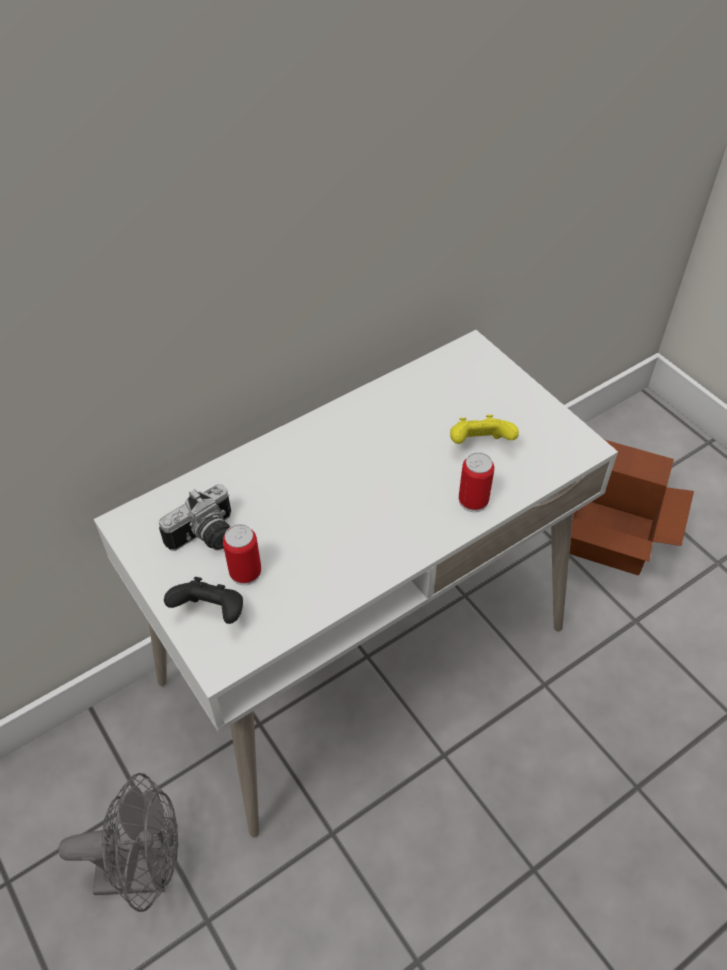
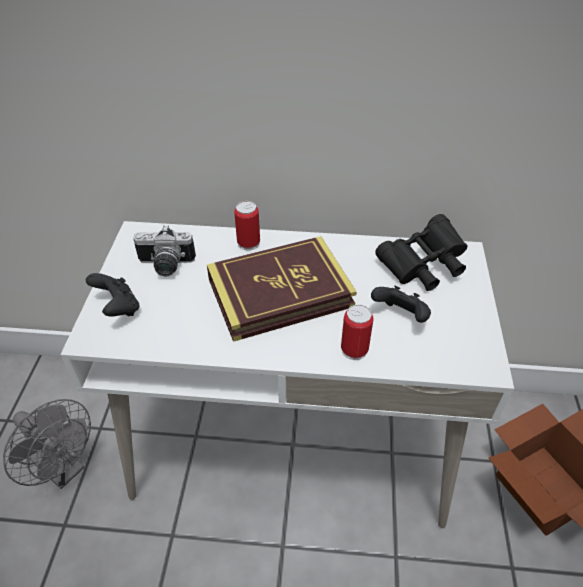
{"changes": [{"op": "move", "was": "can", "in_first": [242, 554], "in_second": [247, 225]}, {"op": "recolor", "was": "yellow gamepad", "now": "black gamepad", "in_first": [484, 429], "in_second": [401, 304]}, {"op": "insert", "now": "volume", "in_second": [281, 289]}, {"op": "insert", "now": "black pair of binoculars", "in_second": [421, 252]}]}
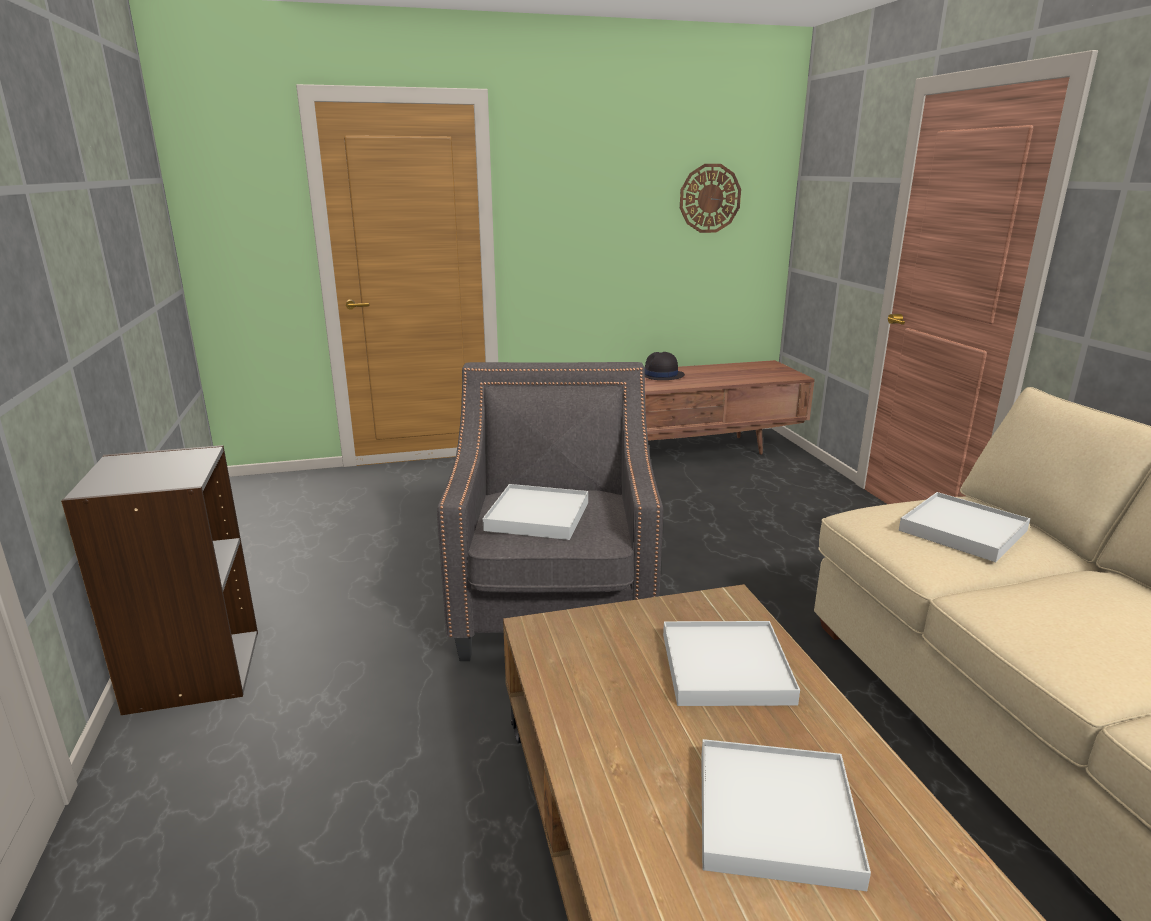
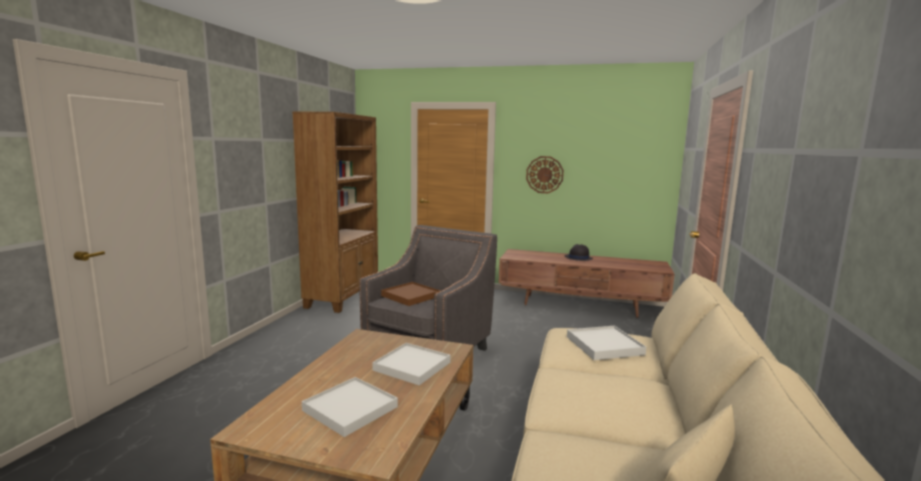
{"changes": [{"op": "delete", "was": "grey bookcase", "in_first": [159, 580]}, {"op": "recolor", "was": "white carrying tray", "now": "brown-coloured carrying tray", "in_first": [535, 512], "in_second": [410, 294]}, {"op": "move", "was": "hanging clock", "in_first": [710, 198], "in_second": [545, 174]}, {"op": "insert", "now": "brown-coloured bookcase", "in_second": [335, 212]}]}
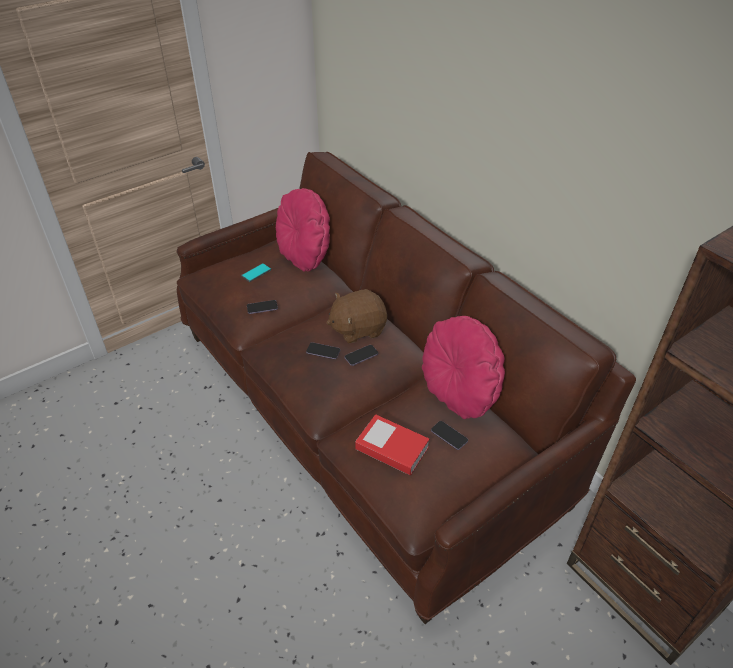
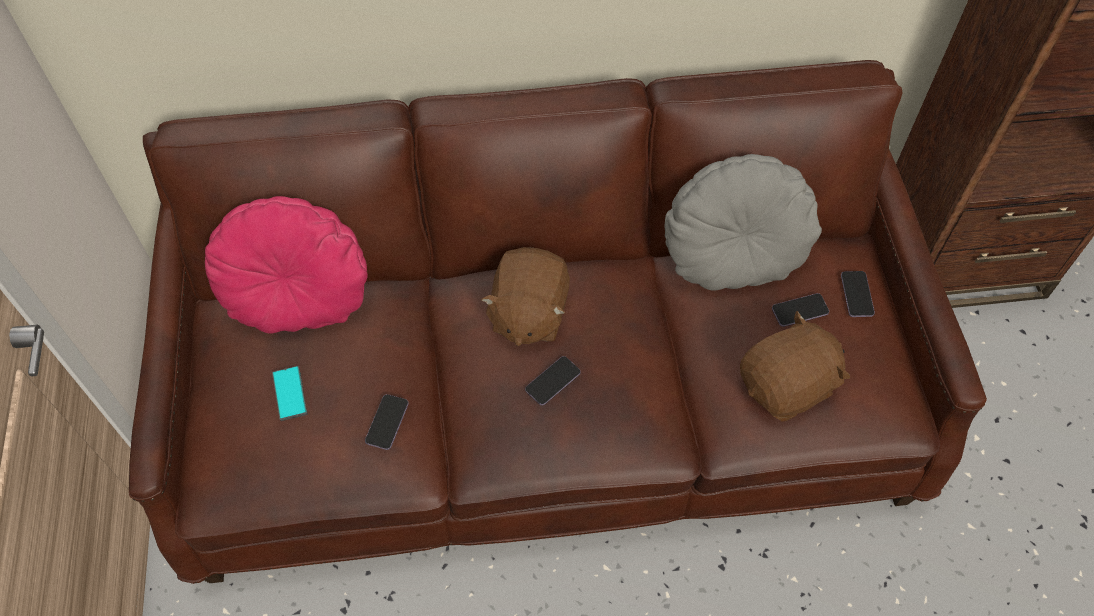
{"changes": [{"op": "move", "was": "telephone", "in_first": [361, 355], "in_second": [858, 294]}, {"op": "replace", "was": "volume", "now": "brown-coloured soft toy", "in_first": [392, 444], "in_second": [795, 366]}, {"op": "recolor", "was": "pink cushion", "now": "grey cushion", "in_first": [463, 367], "in_second": [743, 222]}]}
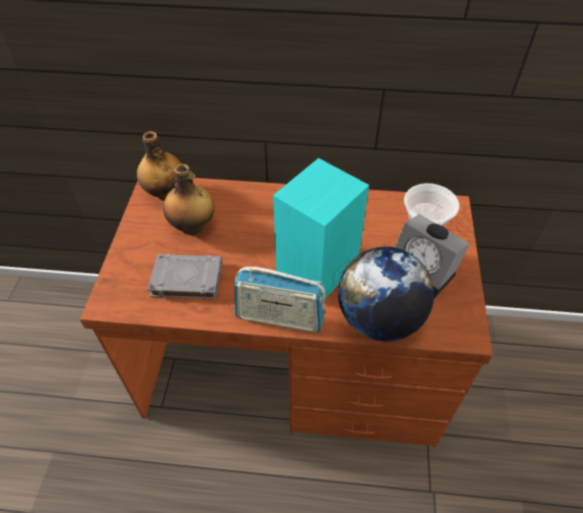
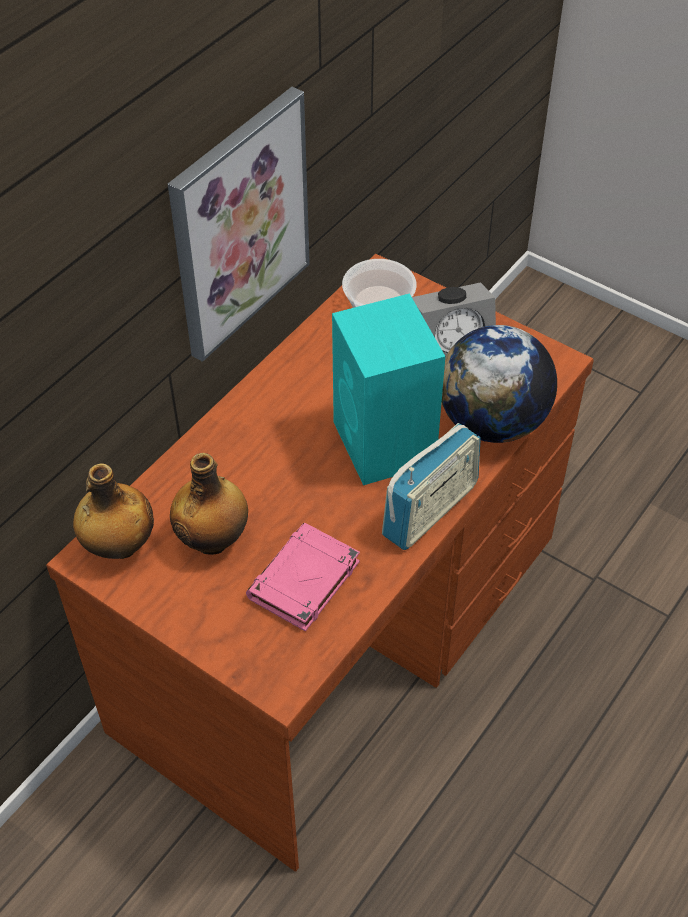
{"changes": [{"op": "recolor", "was": "grey volume", "now": "pink volume", "in_first": [185, 277], "in_second": [303, 577]}, {"op": "insert", "now": "wall art", "in_second": [239, 224]}]}
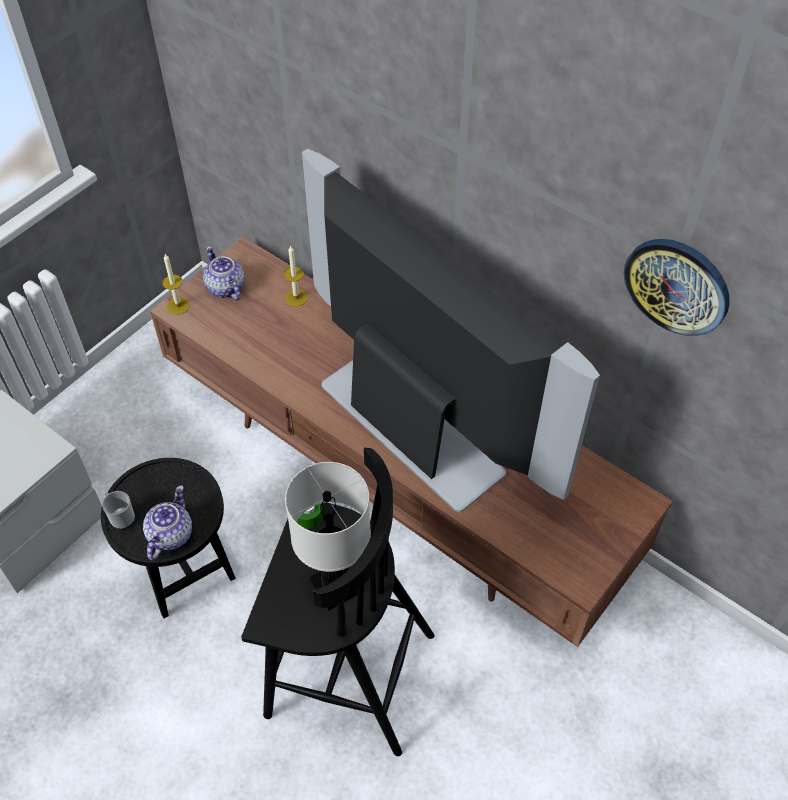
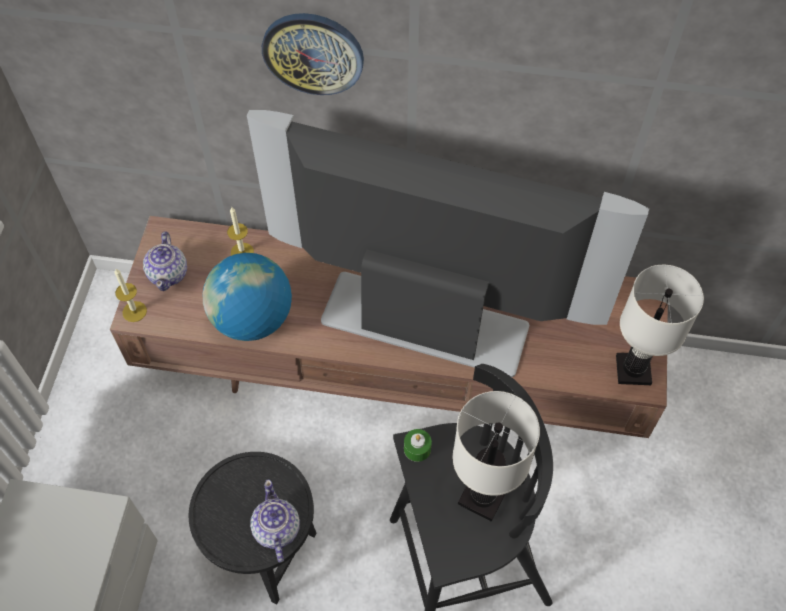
{"changes": [{"op": "delete", "was": "coffee mug", "in_first": [118, 510]}, {"op": "rotate", "was": "pot for tea", "in_first": [224, 273], "in_second": [165, 261], "clockwise": -120}, {"op": "move", "was": "hanging clock", "in_first": [677, 287], "in_second": [313, 54]}, {"op": "insert", "now": "world globe", "in_second": [247, 297]}, {"op": "insert", "now": "white lamp for a table", "in_second": [660, 325]}]}
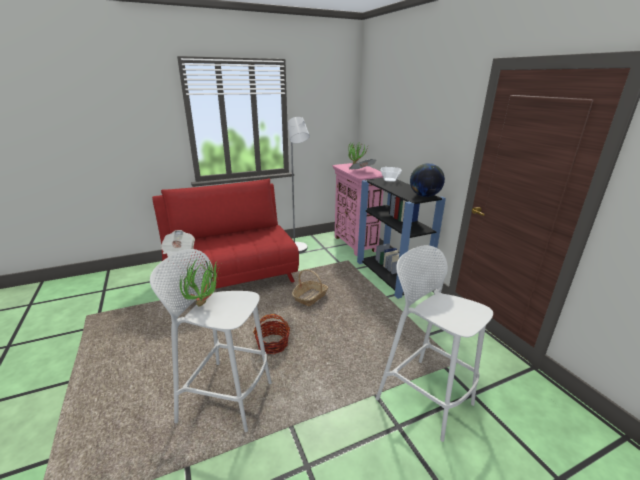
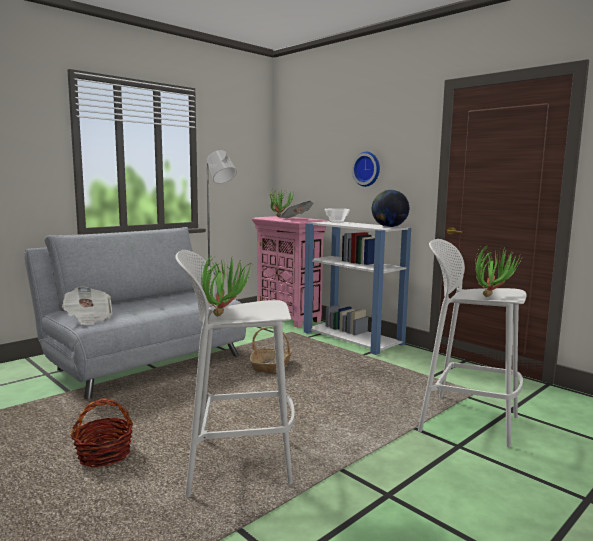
{"changes": [{"op": "recolor", "was": "reddish sofa", "now": "grey sofa", "in_first": [225, 233], "in_second": [135, 313]}, {"op": "move", "was": "storage basket", "in_first": [271, 334], "in_second": [101, 433]}, {"op": "recolor", "was": "black bookcase", "now": "white bookcase", "in_first": [401, 238], "in_second": [357, 288]}, {"op": "insert", "now": "hanging clock", "in_second": [366, 169]}, {"op": "insert", "now": "houseplant", "in_second": [498, 270]}]}
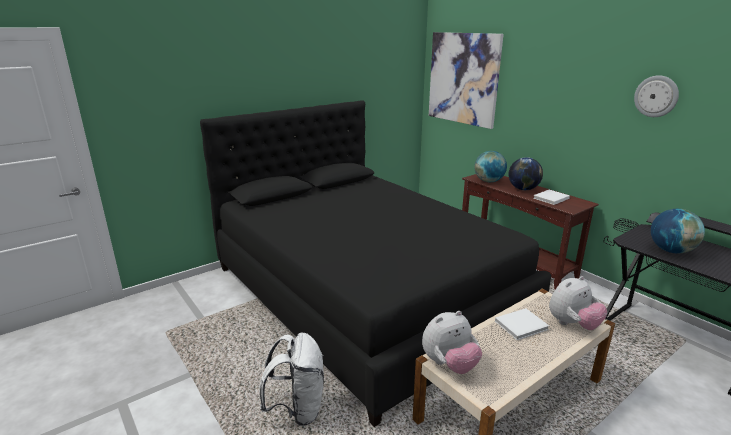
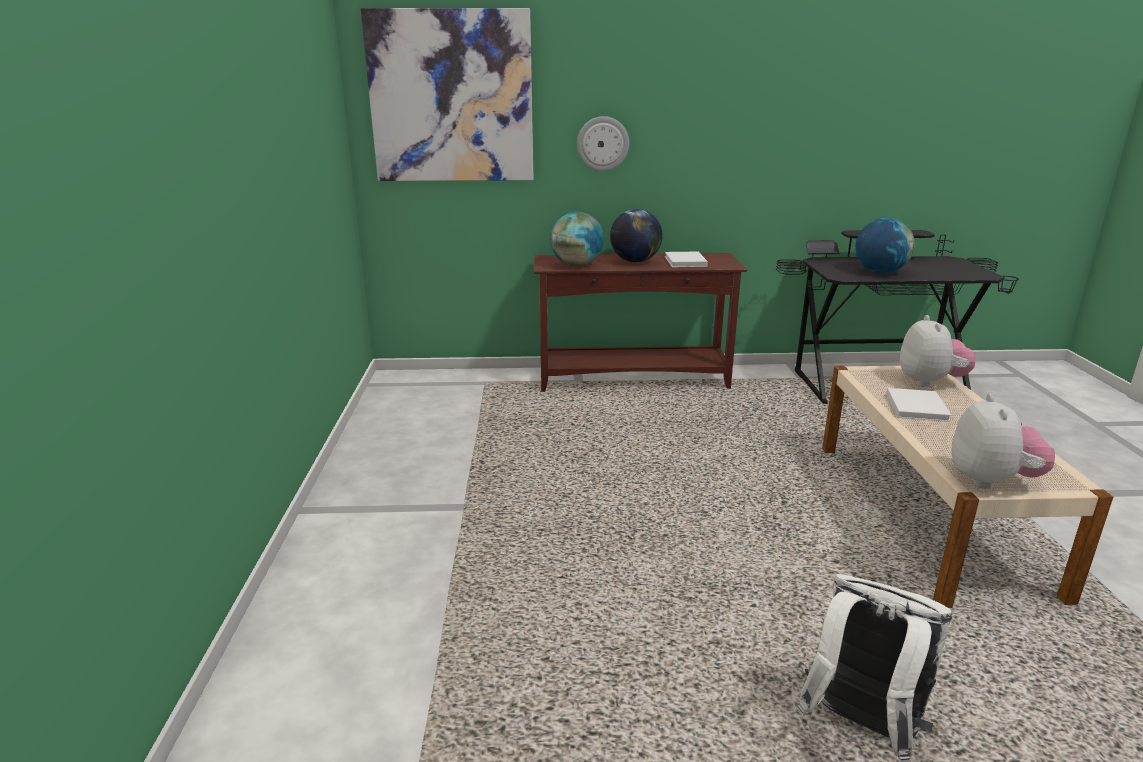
{"changes": [{"op": "delete", "was": "black bedroom bed", "in_first": [375, 263]}, {"op": "move", "was": "hanging clock", "in_first": [656, 96], "in_second": [603, 143]}]}
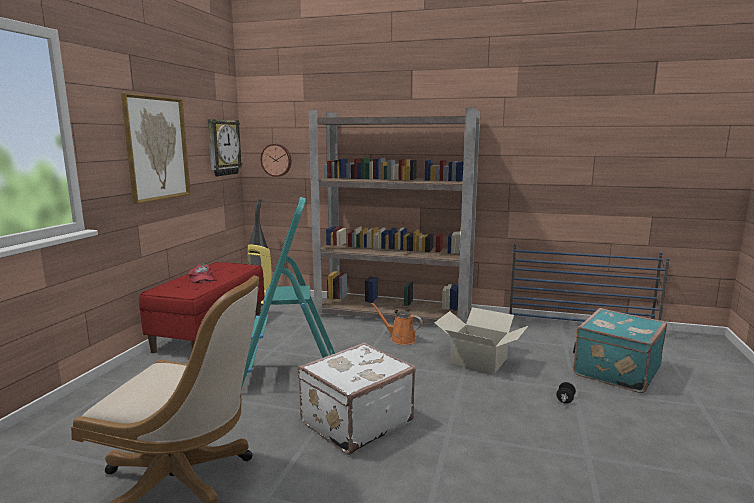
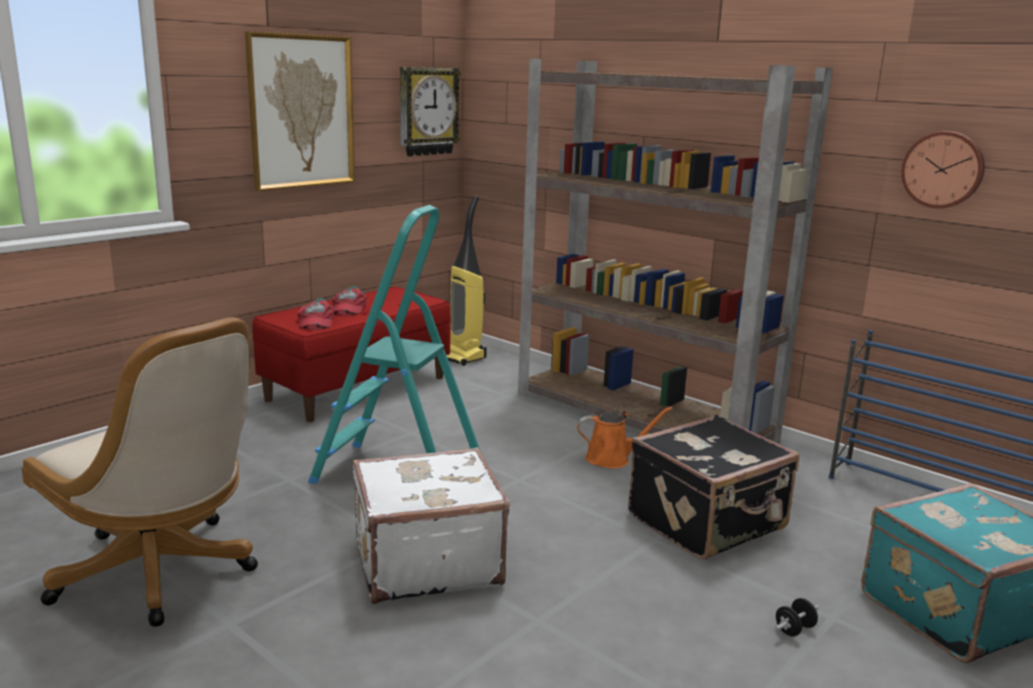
{"changes": [{"op": "move", "was": "hanging clock", "in_first": [276, 160], "in_second": [943, 169]}, {"op": "rotate", "was": "orangey sprinkling can", "in_first": [397, 324], "in_second": [625, 438], "clockwise": 120}, {"op": "replace", "was": "cardboard box", "now": "black suitcase", "in_first": [481, 340], "in_second": [713, 486]}, {"op": "insert", "now": "reddish cap", "in_second": [315, 314]}]}
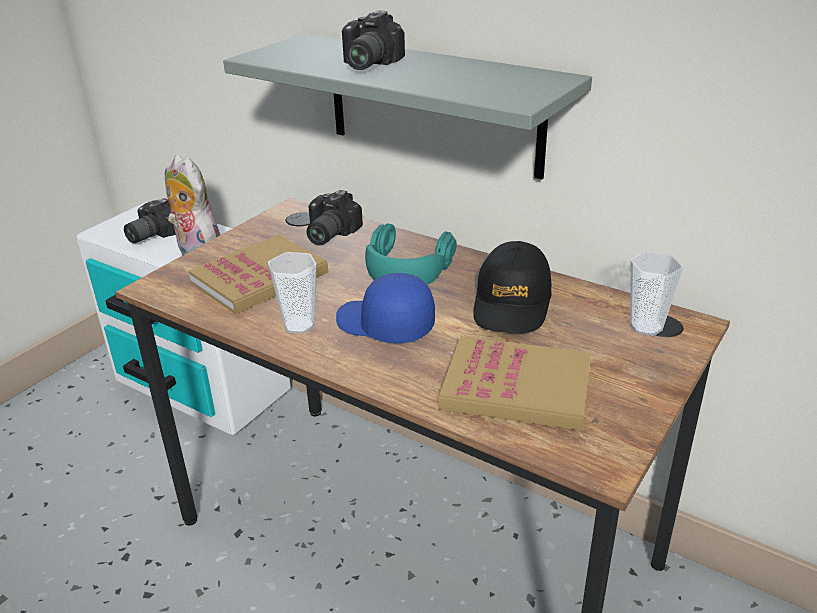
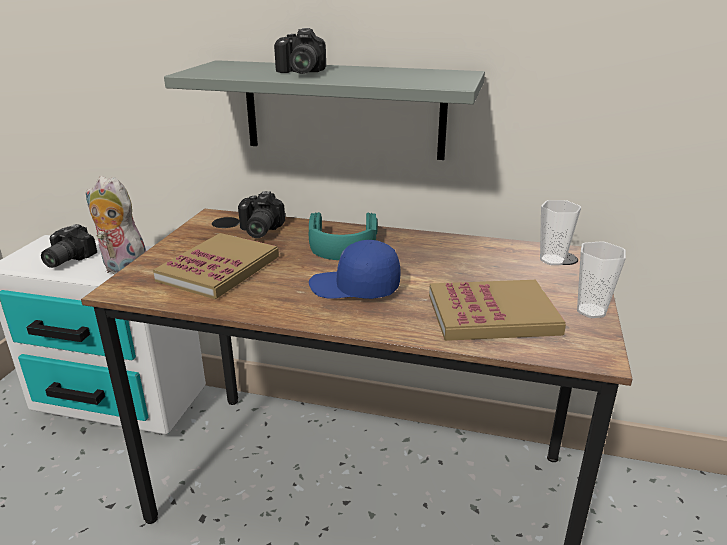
{"changes": [{"op": "move", "was": "cup", "in_first": [292, 293], "in_second": [601, 279]}, {"op": "delete", "was": "black cap", "in_first": [512, 287]}]}
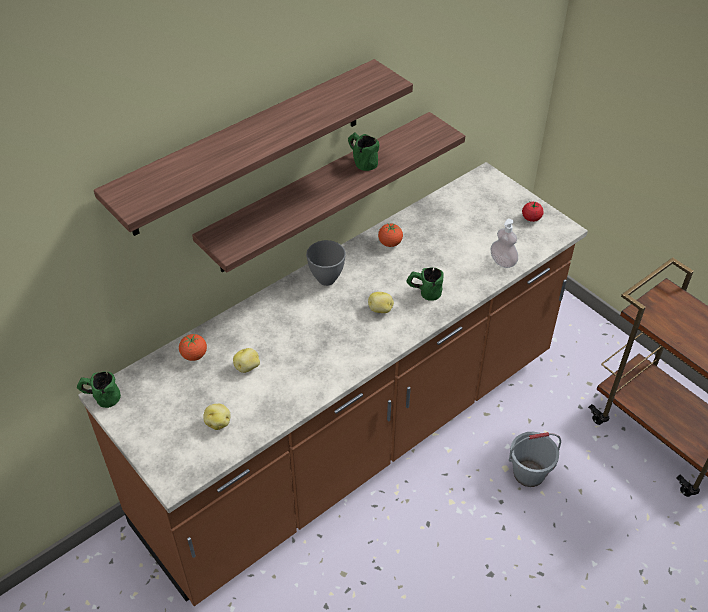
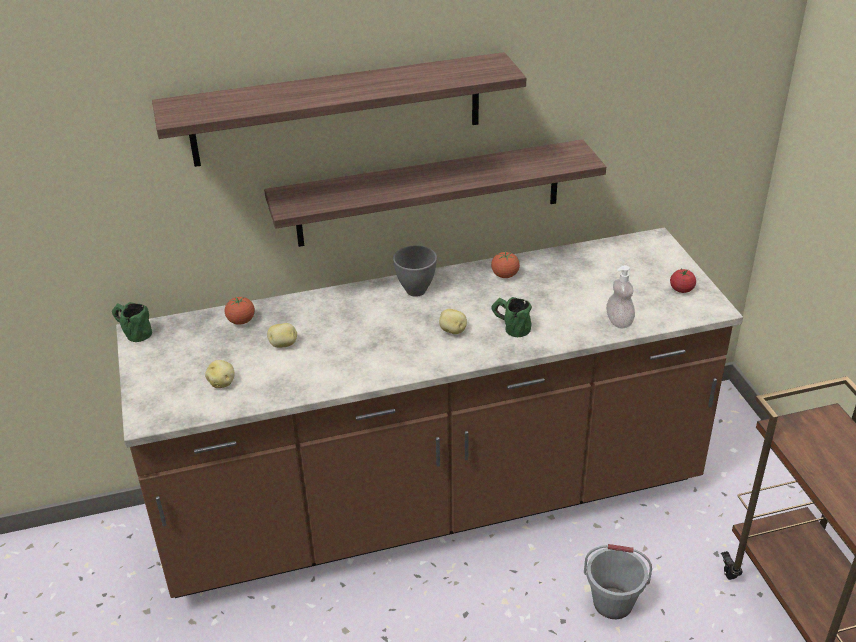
{"changes": [{"op": "delete", "was": "green coffee mug", "in_first": [363, 152]}]}
